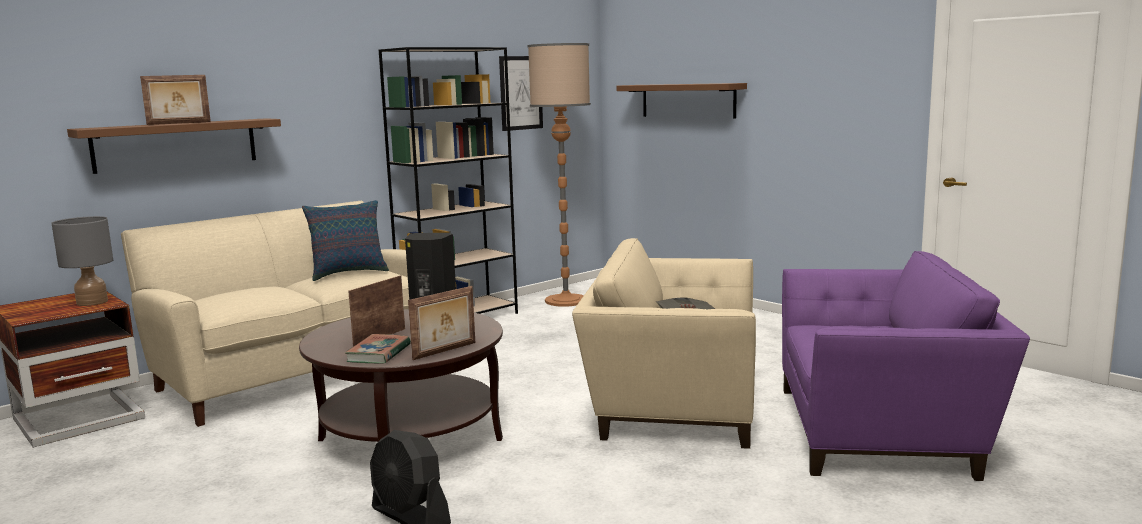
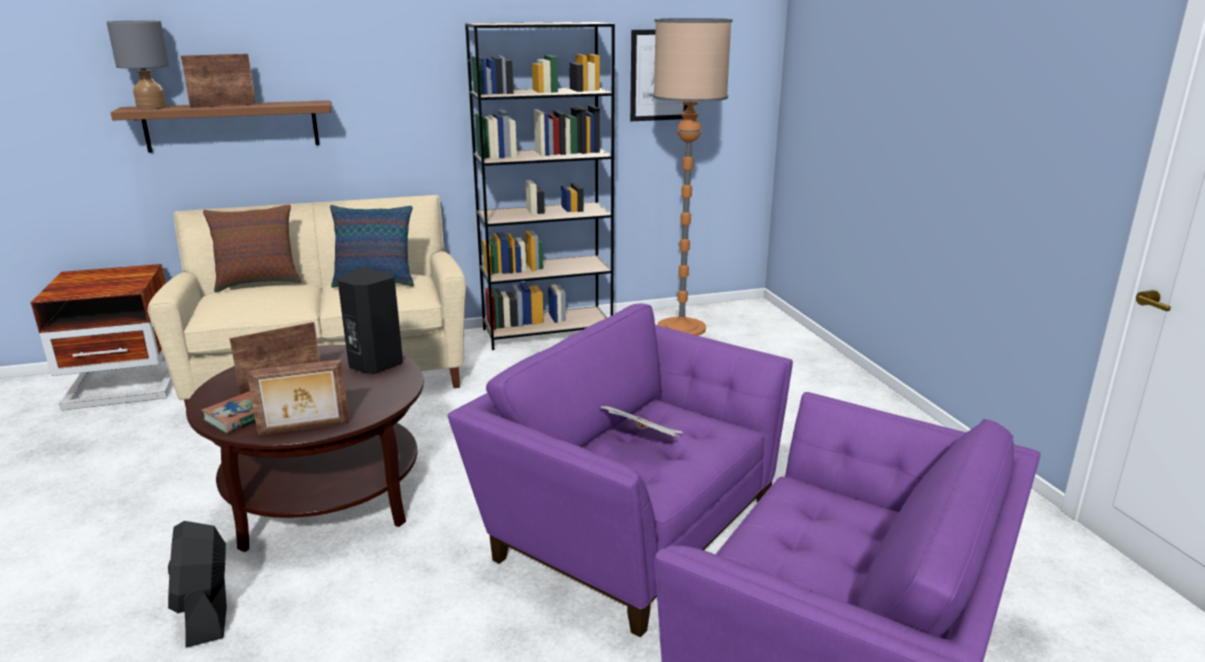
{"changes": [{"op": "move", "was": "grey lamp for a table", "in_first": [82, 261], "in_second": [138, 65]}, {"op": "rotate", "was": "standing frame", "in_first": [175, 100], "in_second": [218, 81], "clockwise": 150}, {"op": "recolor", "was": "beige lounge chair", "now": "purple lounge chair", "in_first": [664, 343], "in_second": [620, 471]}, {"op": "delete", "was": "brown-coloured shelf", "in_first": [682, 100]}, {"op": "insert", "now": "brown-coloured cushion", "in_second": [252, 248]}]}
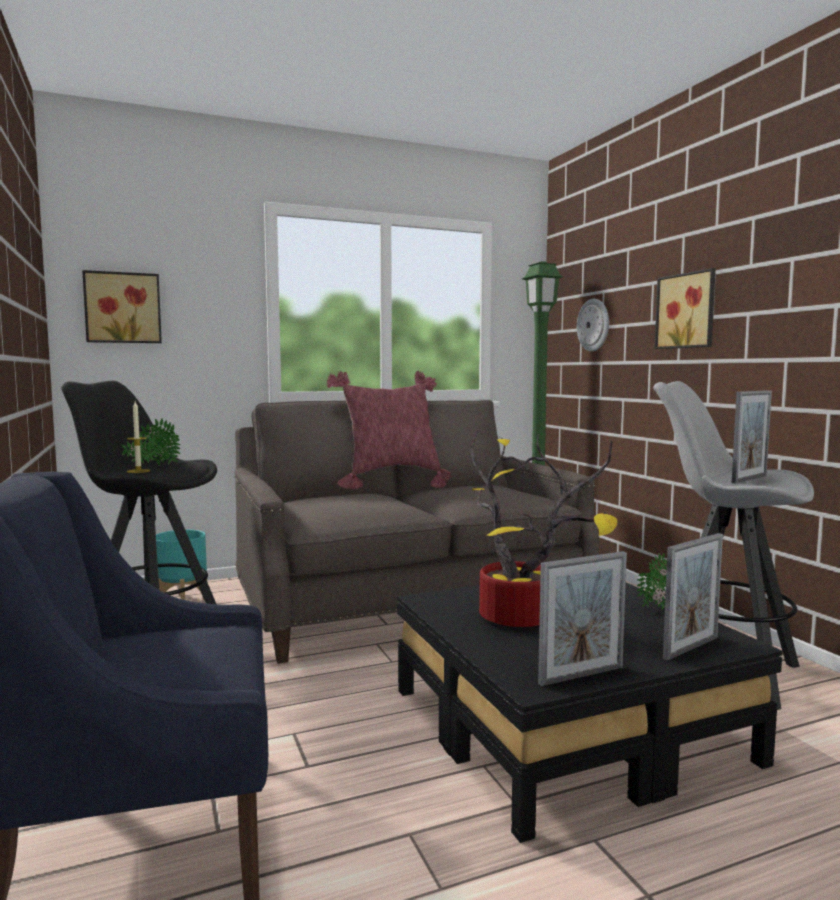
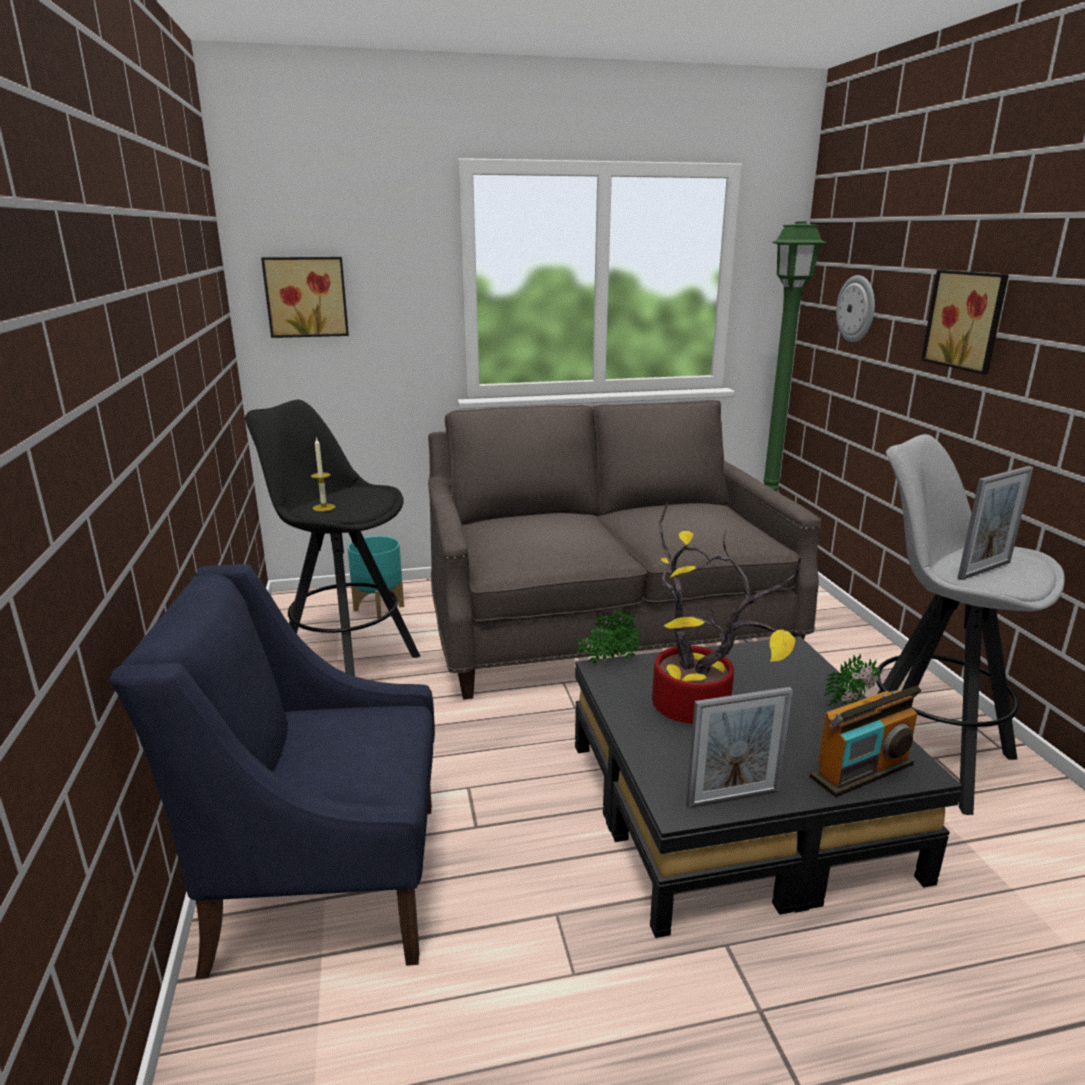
{"changes": [{"op": "move", "was": "houseplant", "in_first": [150, 442], "in_second": [609, 637]}, {"op": "delete", "was": "reddish cushion", "in_first": [389, 430]}, {"op": "replace", "was": "standing frame", "now": "radio set", "in_first": [693, 597], "in_second": [865, 741]}]}
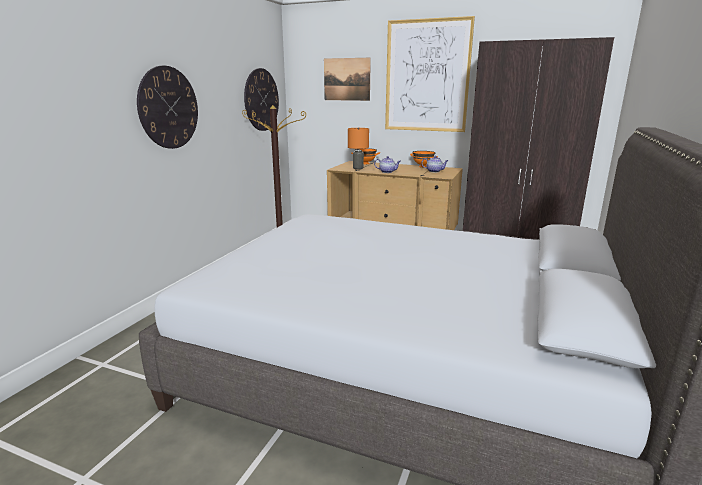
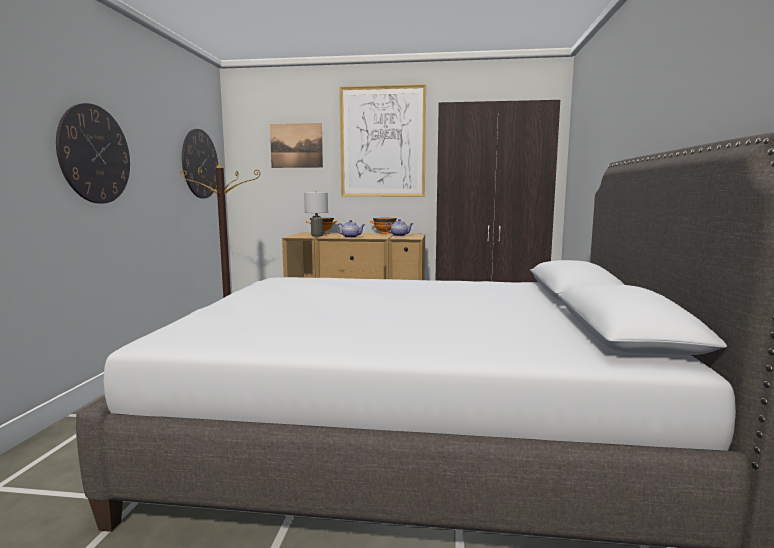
{"changes": [{"op": "recolor", "was": "orangey lamp for a table", "now": "white lamp for a table", "in_first": [358, 149], "in_second": [316, 214]}]}
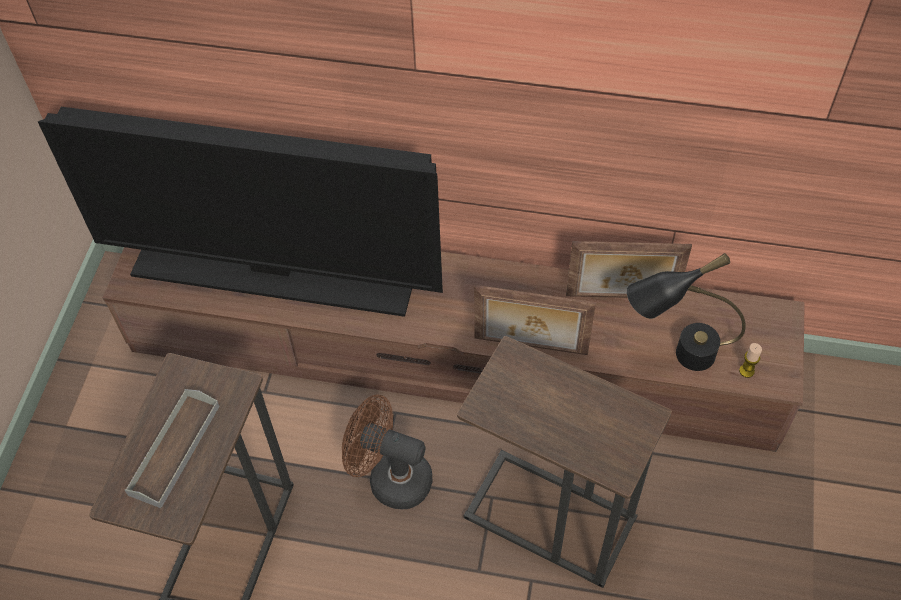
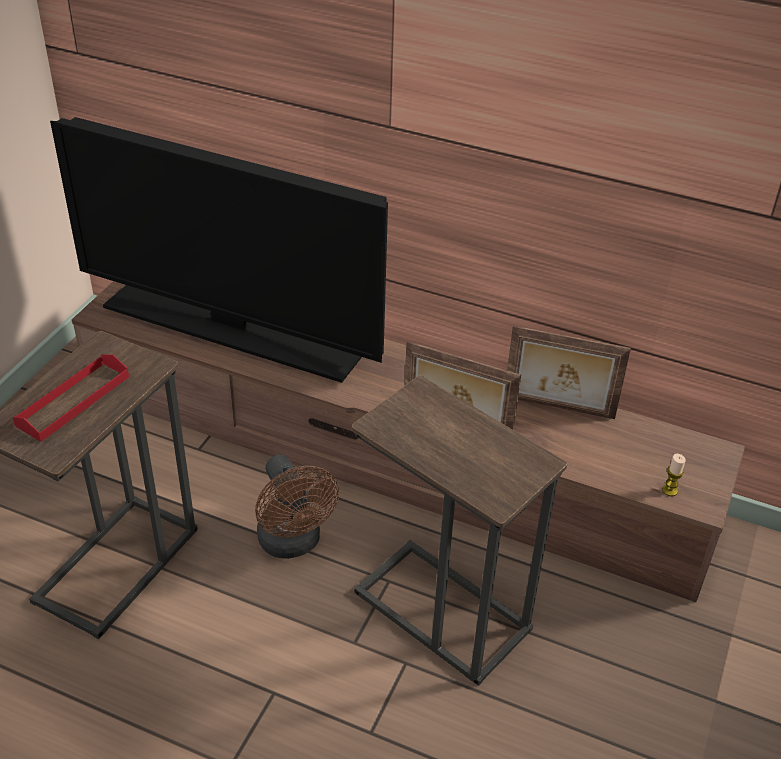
{"changes": [{"op": "recolor", "was": "grey carrying tray", "now": "reddish carrying tray", "in_first": [172, 448], "in_second": [70, 398]}, {"op": "rotate", "was": "brown-coloured fan", "in_first": [387, 451], "in_second": [297, 507], "clockwise": -150}, {"op": "delete", "was": "black lamp for a table", "in_first": [686, 312]}]}
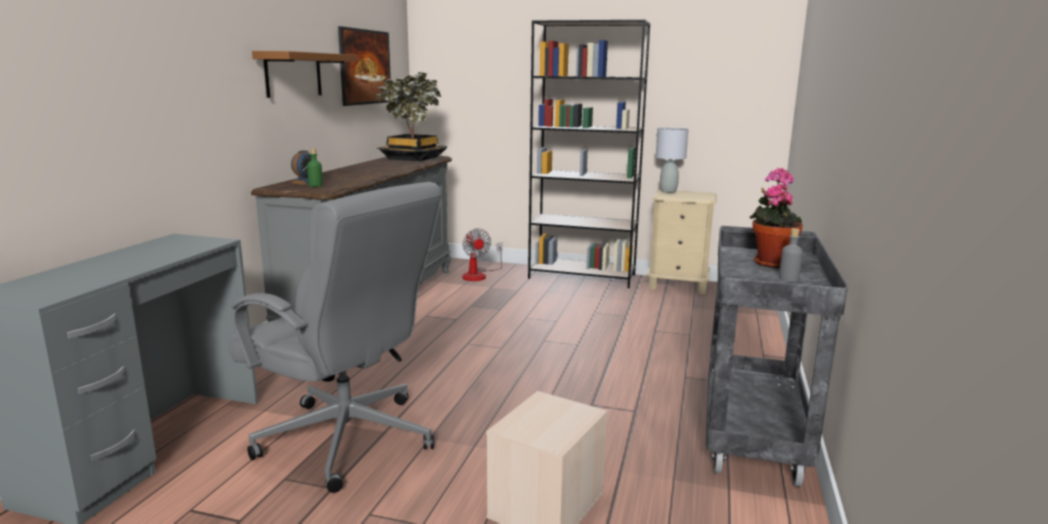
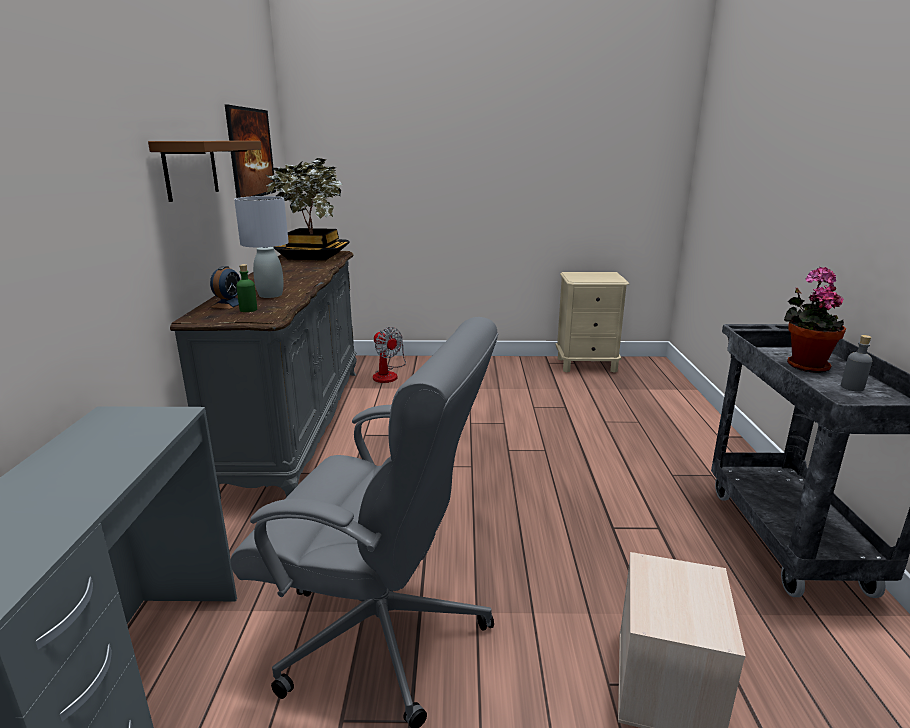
{"changes": [{"op": "delete", "was": "beige bookcase", "in_first": [589, 154]}, {"op": "move", "was": "grey lamp for a table", "in_first": [672, 160], "in_second": [261, 247]}]}
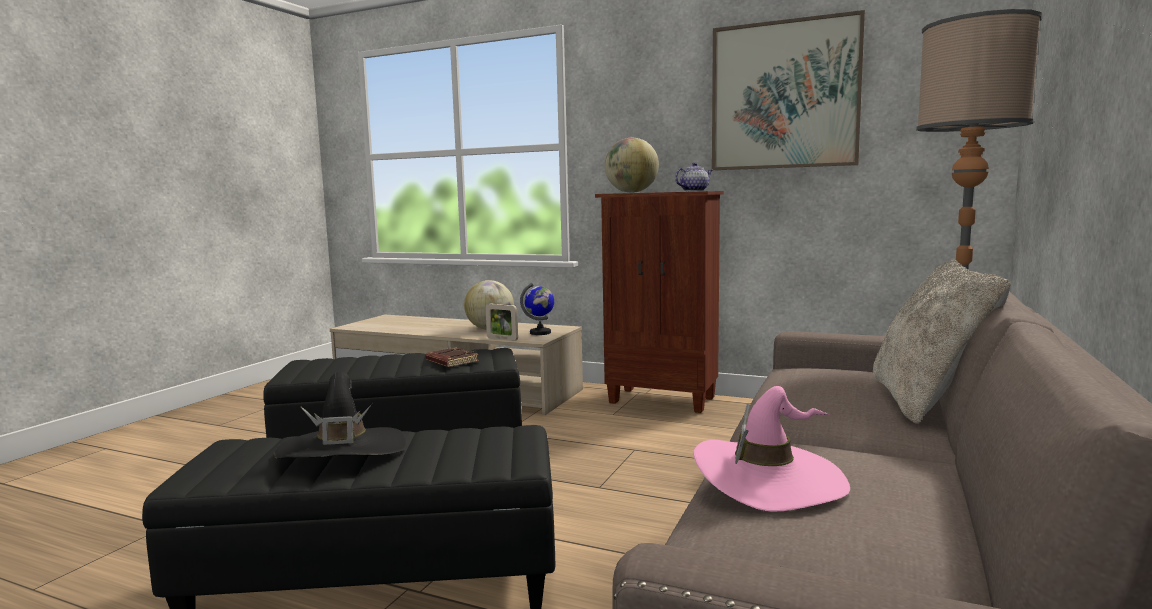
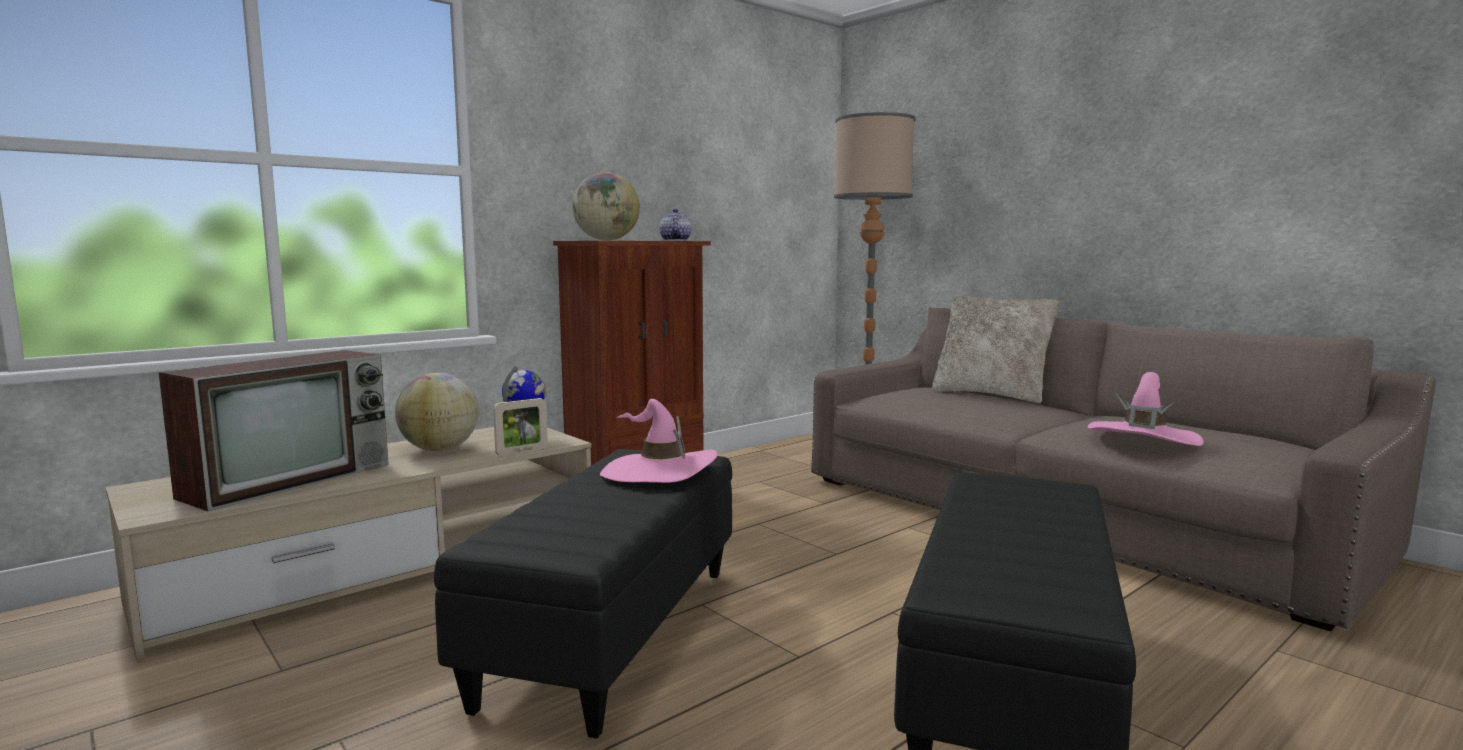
{"changes": [{"op": "delete", "was": "black wearable hat", "in_first": [341, 415]}, {"op": "replace", "was": "brown-coloured volume", "now": "pink wearable hat", "in_first": [452, 357], "in_second": [658, 441]}, {"op": "delete", "was": "wall art", "in_first": [788, 90]}, {"op": "insert", "now": "television", "in_second": [273, 430]}]}
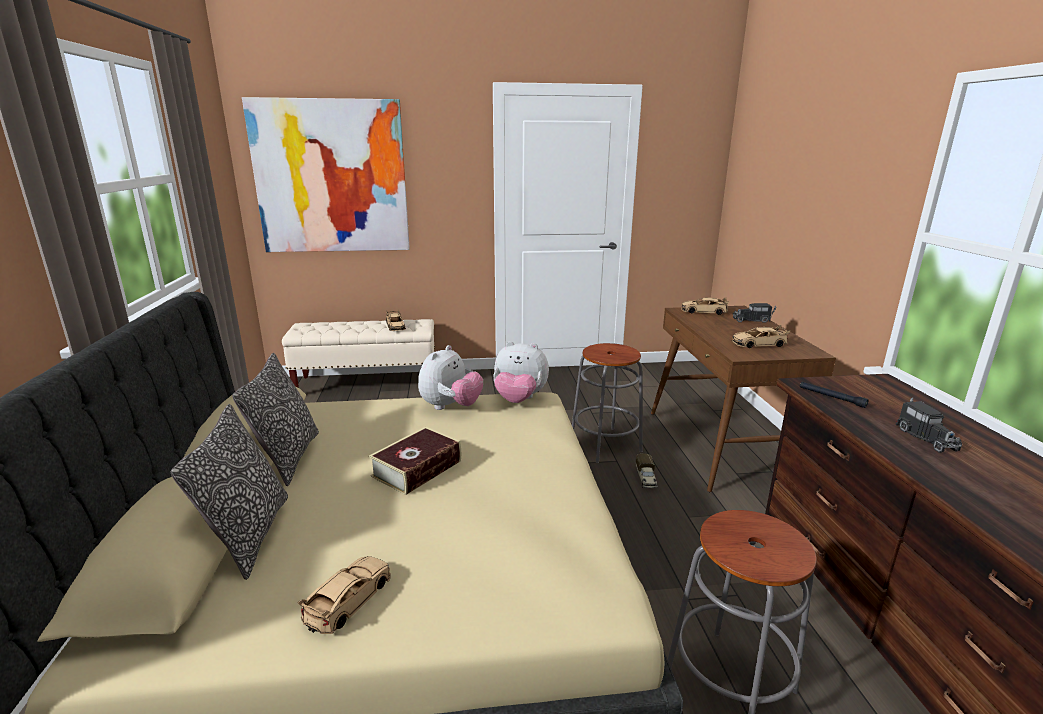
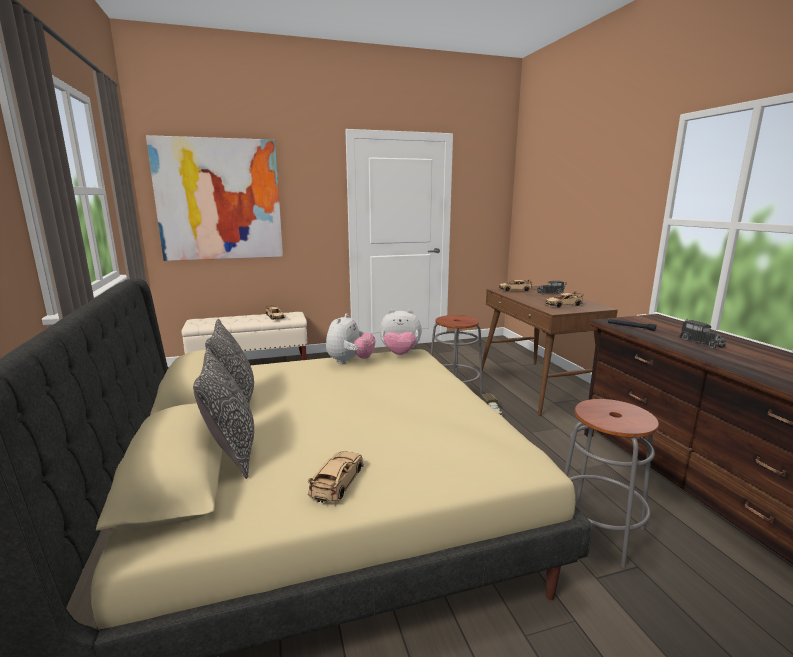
{"changes": [{"op": "delete", "was": "volume", "in_first": [415, 461]}]}
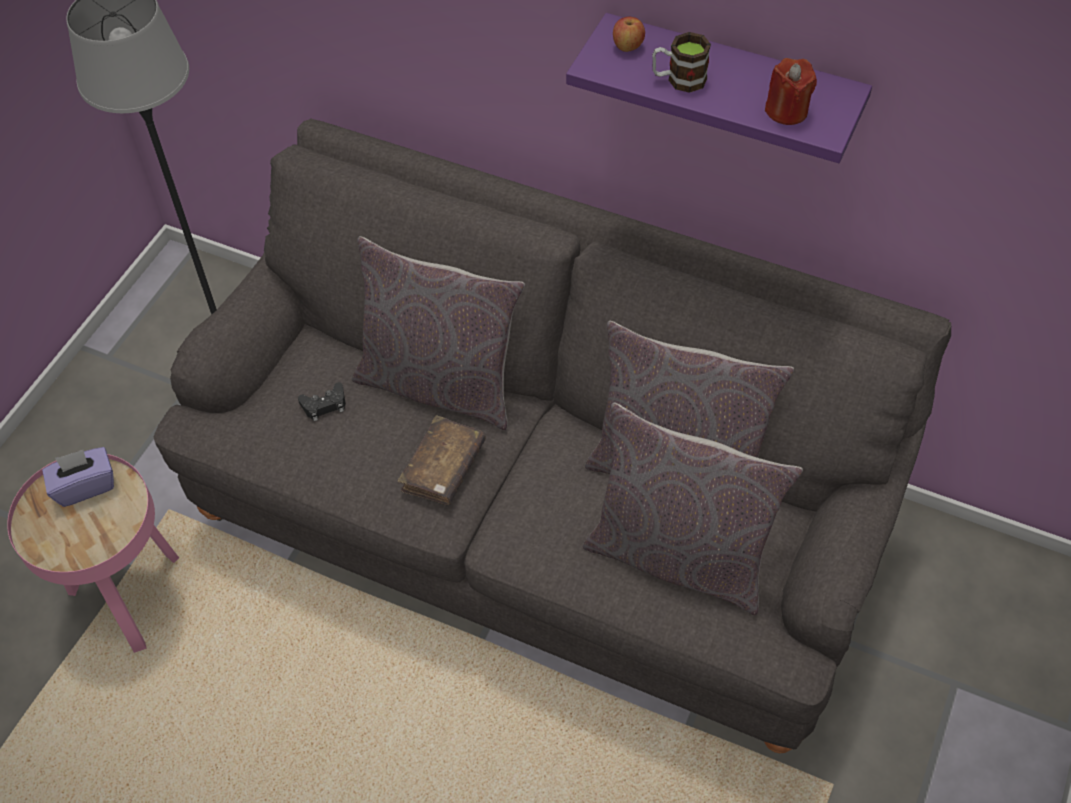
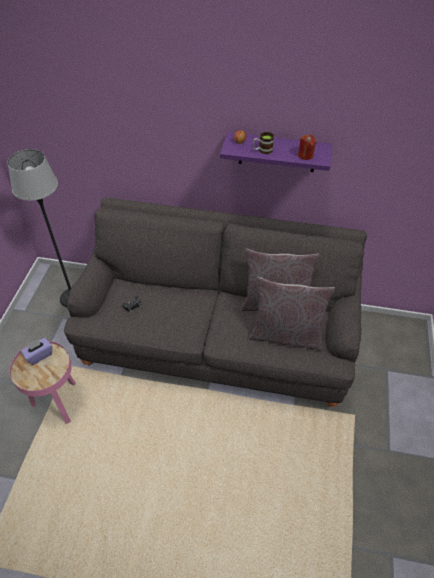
{"changes": [{"op": "delete", "was": "grey cushion", "in_first": [438, 333]}, {"op": "delete", "was": "brown-coloured volume", "in_first": [442, 460]}]}
